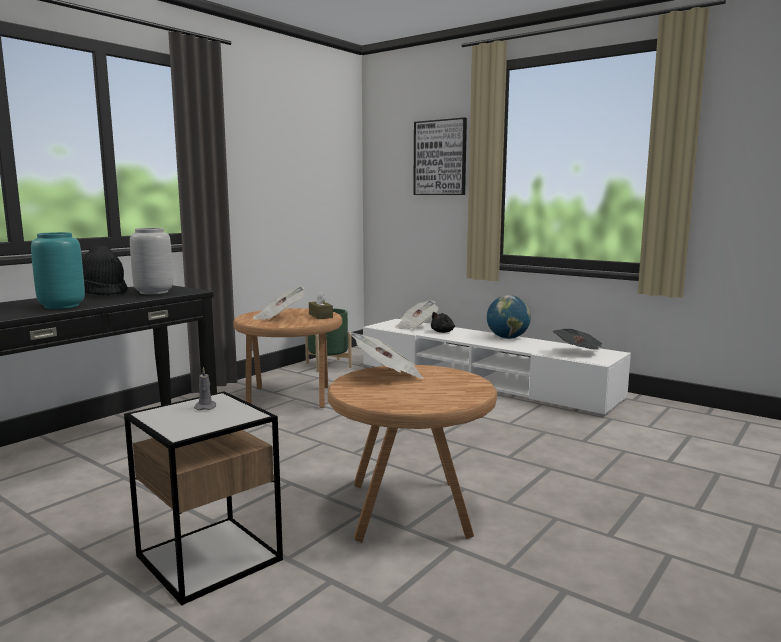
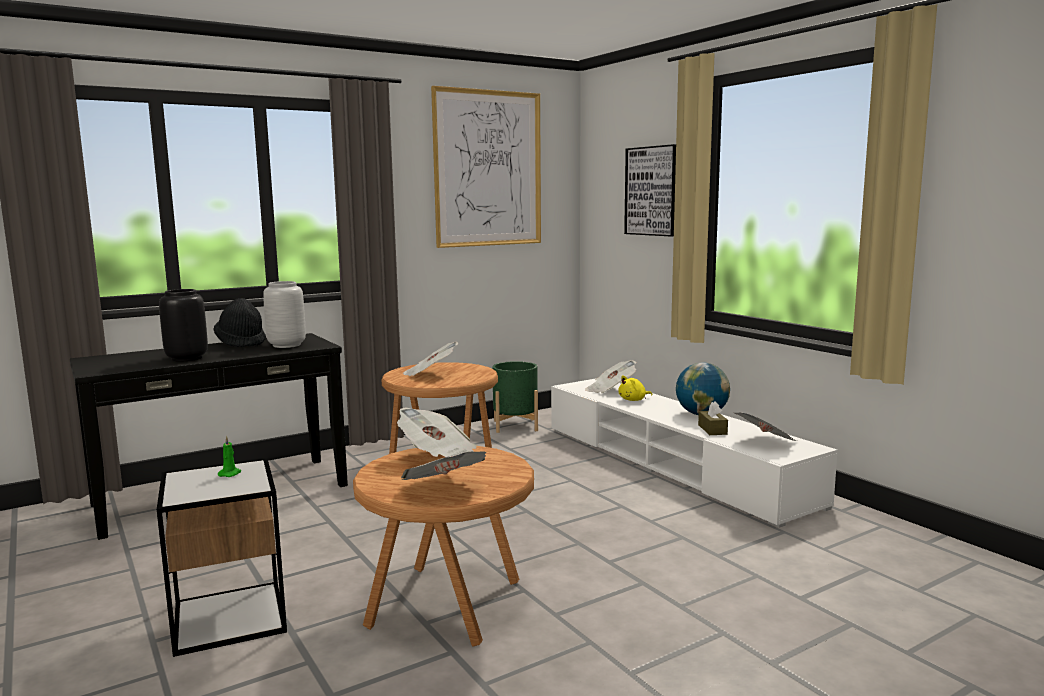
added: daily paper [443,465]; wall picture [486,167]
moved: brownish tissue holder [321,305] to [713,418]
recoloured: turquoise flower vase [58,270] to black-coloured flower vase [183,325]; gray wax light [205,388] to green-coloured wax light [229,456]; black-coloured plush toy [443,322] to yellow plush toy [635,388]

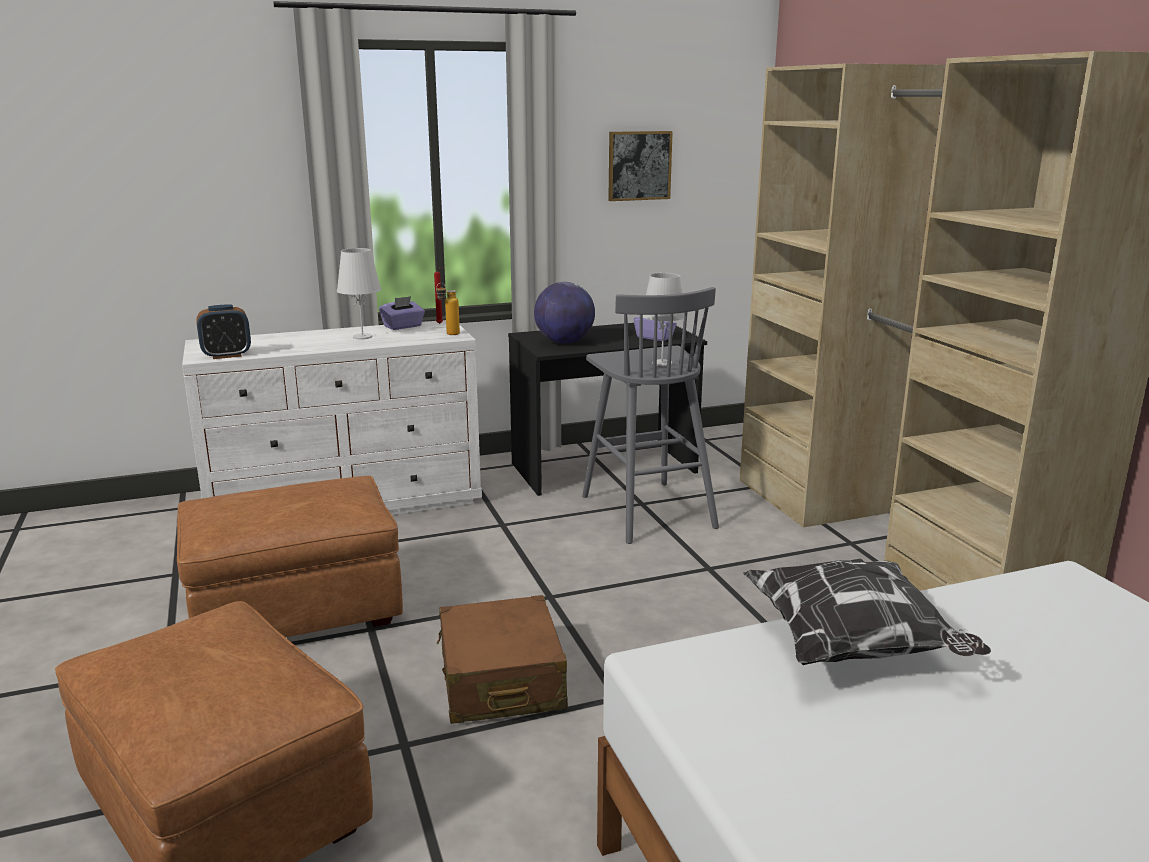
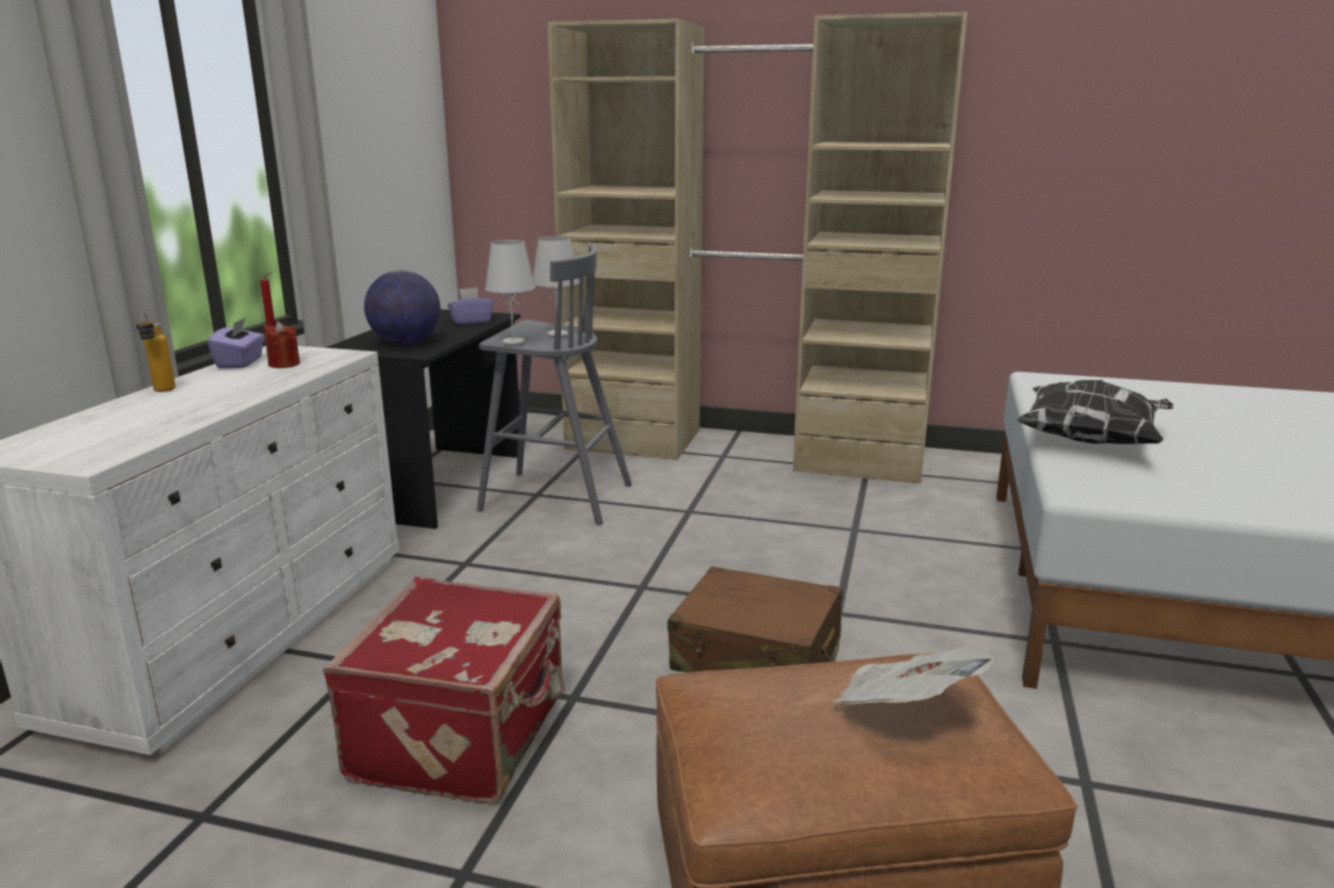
removed: bedside clock [223,331]; wall picture [640,166]
added: reddish wax light [282,344]; daily paper [913,675]
moved: whitish lamp for a table [359,293] to [510,292]; drink bottle [448,309] to [156,352]
replaced: brownish pouffe [290,556] to reddish travel case [444,690]

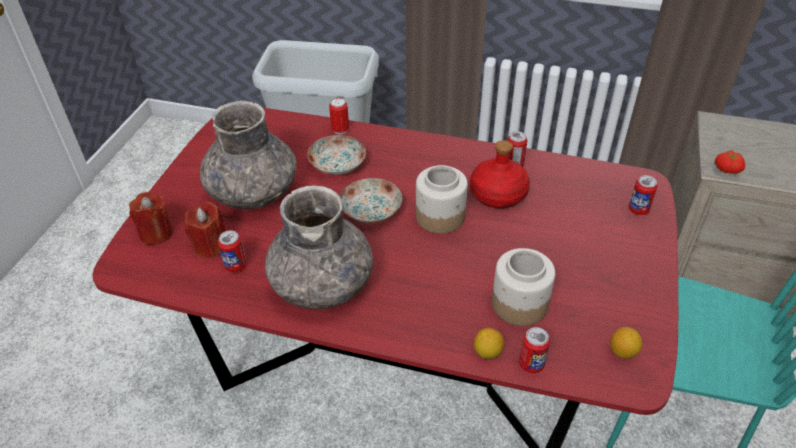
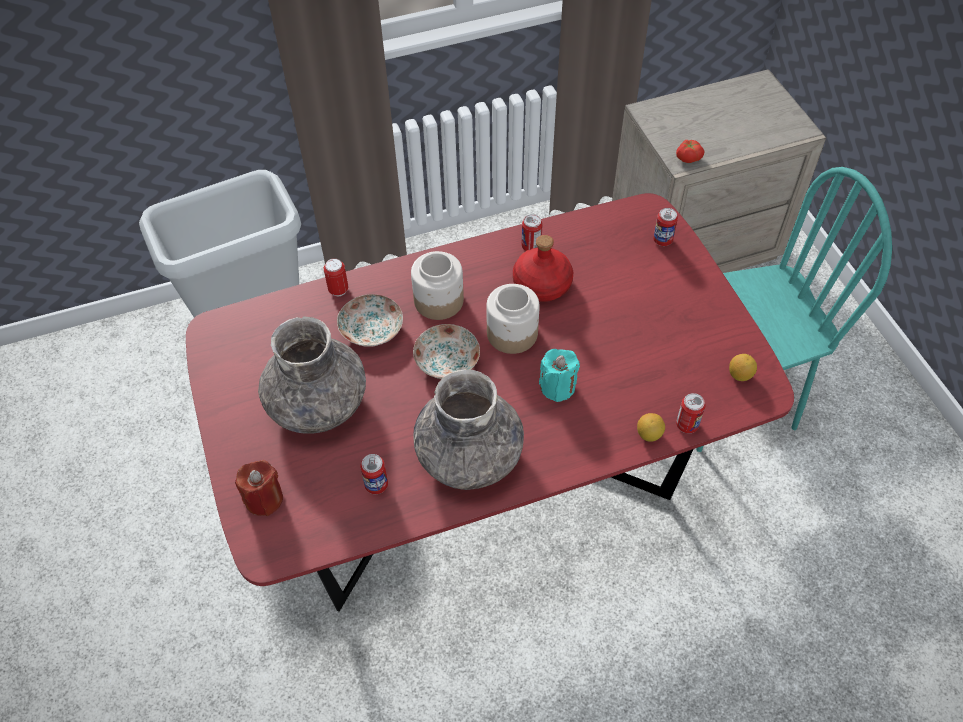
removed: reddish wax light [205,230]
added: turquoise wax light [559,375]
moved: preserve jar [523,287] to [437,285]

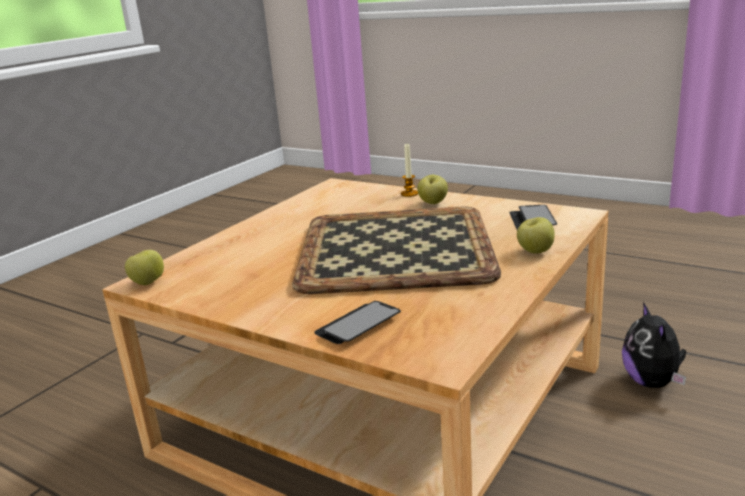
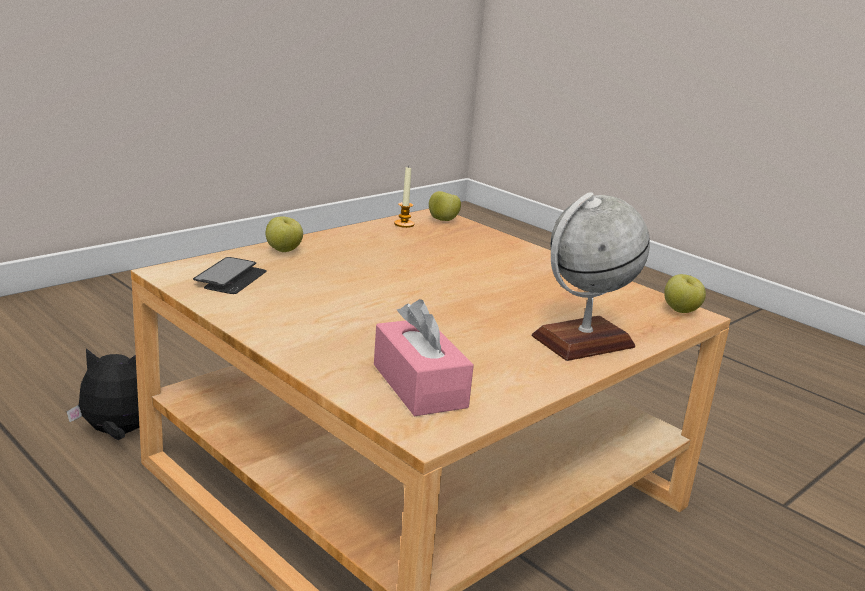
removed: carrying tray [396,250]; phone [357,322]
added: pinkish tissue holder [424,357]; desk globe [591,276]
moved: wax light [409,170] to [404,196]; whole apple [432,189] to [445,206]
turned: plush toy [654,345] = [102,394] 105 degrees counterclockwise

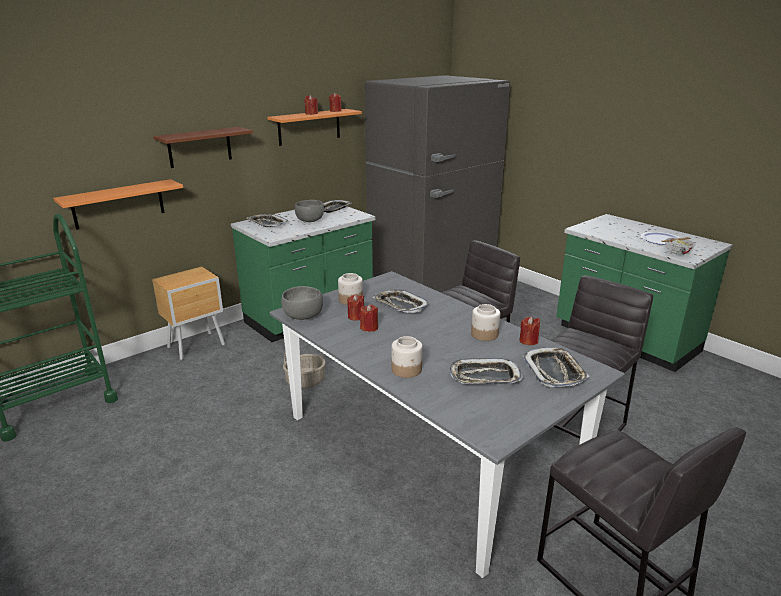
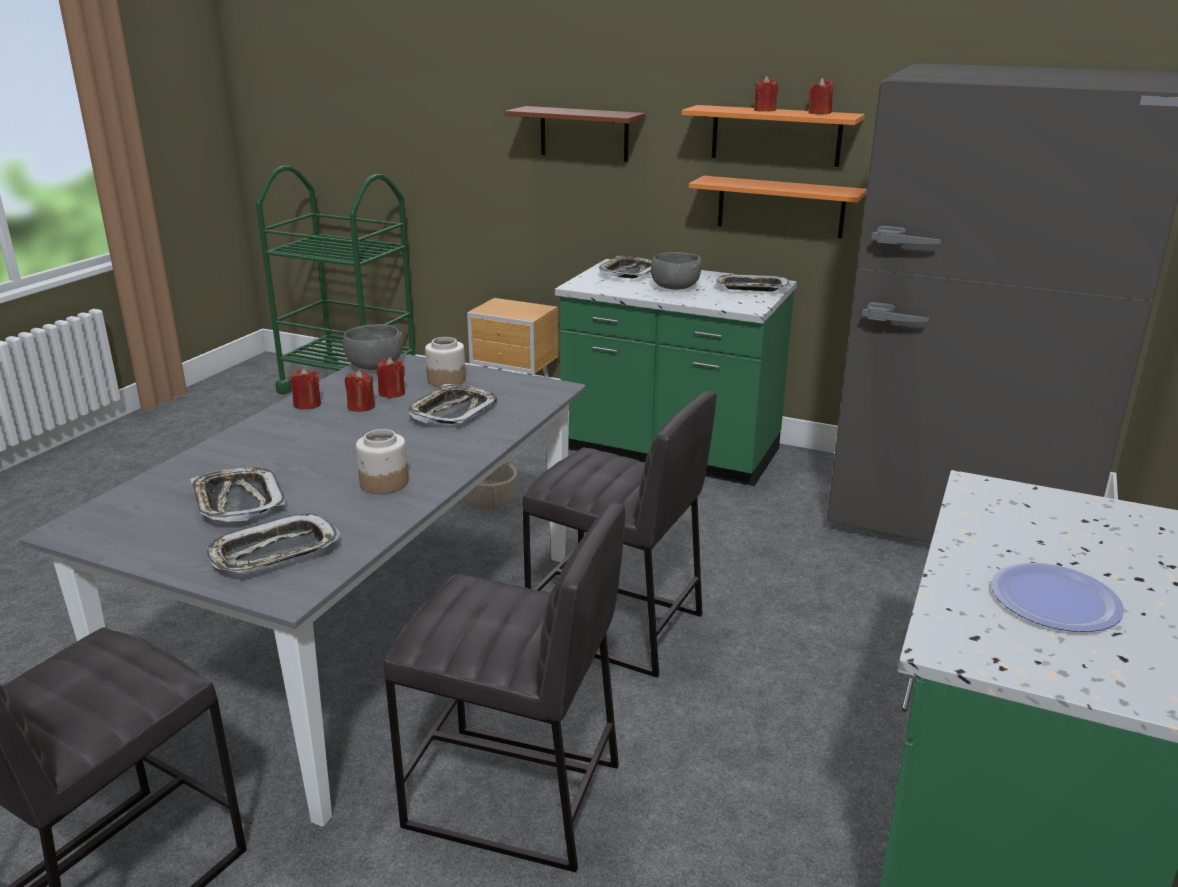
removed: preserve jar [407,357]; deep dish [678,246]
moved: orange shelf [118,204] to [778,207]; reddish wax light [529,331] to [305,389]

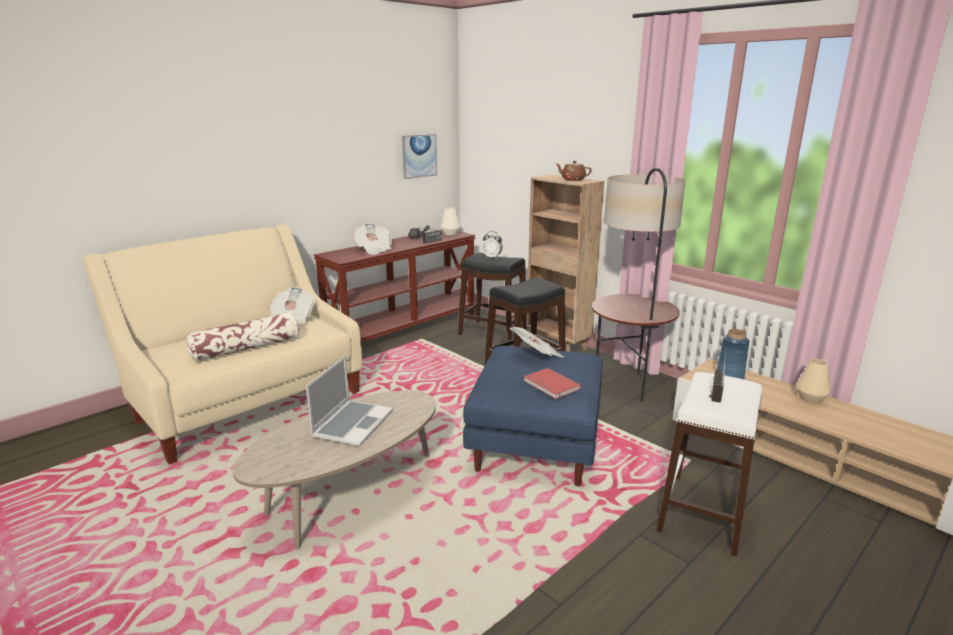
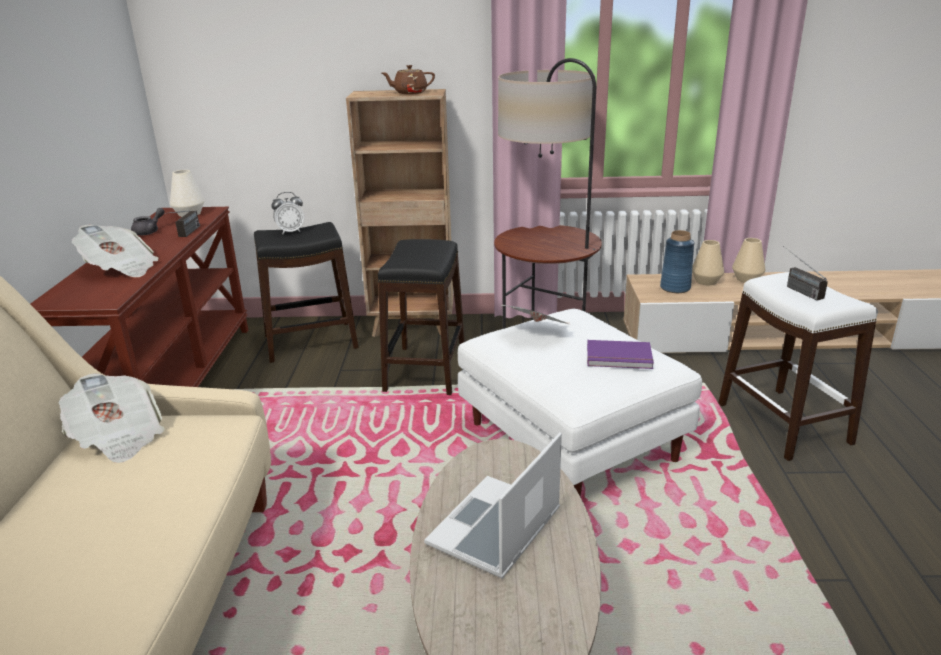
removed: cushion [242,337]; wall picture [419,156]
added: beige-coloured flower vase [708,262]
recoloured: bluish pouffe [533,416] to whitish pouffe [580,403]; reddish volume [552,383] to purple-coloured volume [620,354]
turned: notebook computer [349,401] = [493,505] 120 degrees counterclockwise

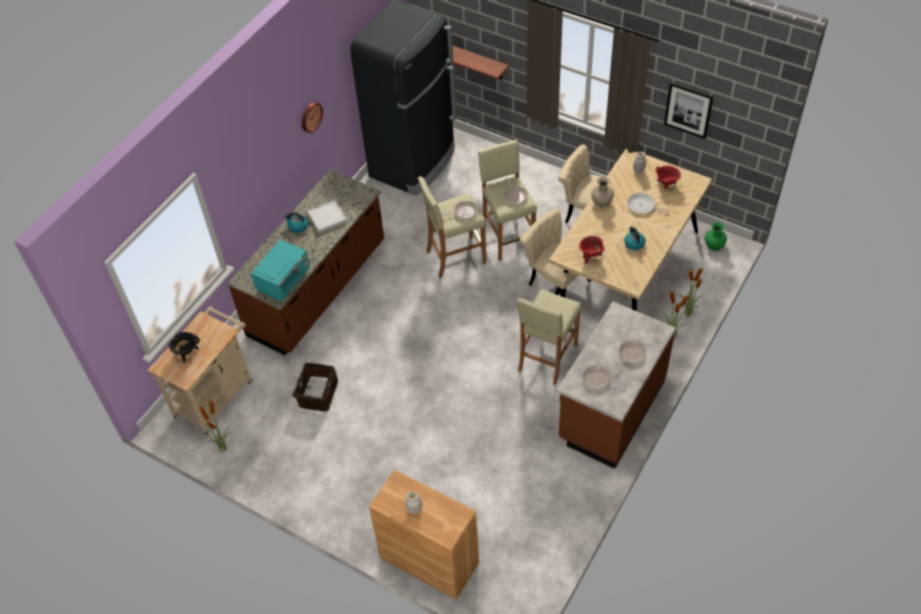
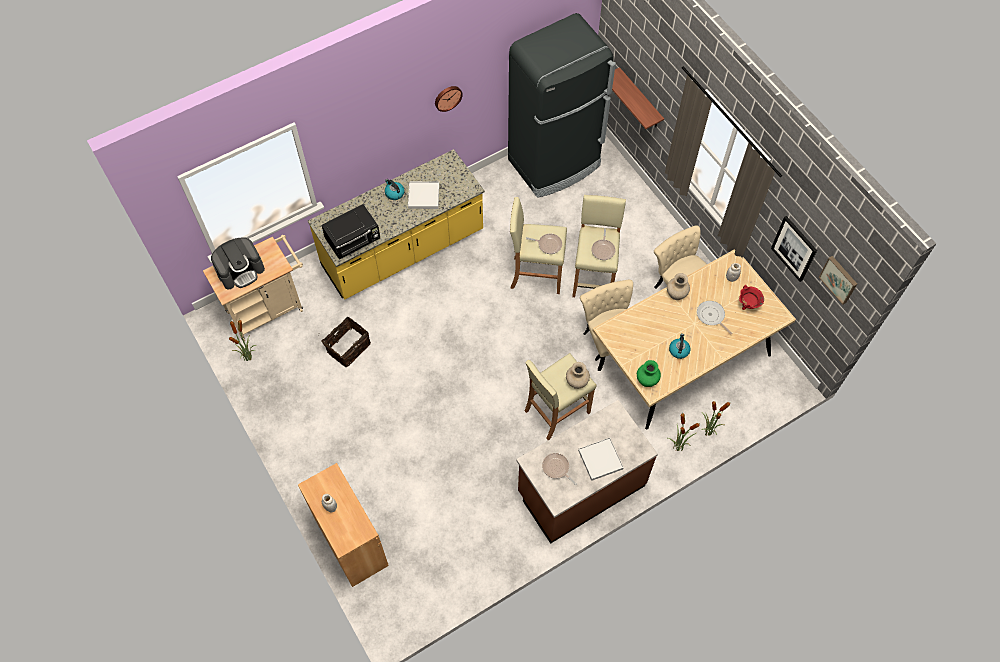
removed: reddish cooking pot [592,250]
added: beige-coloured flower vase [578,375]; wall picture [838,280]
moved: green-coloured flower vase [716,236] to [649,373]
replaced: black-coloured cooking pot [184,347] to coffee maker [238,263]; pan [630,355] to whitish carrying tray [601,459]
recoloured: brownish counter [305,262] to yellow counter [396,224]; turquoise microwave oven [280,270] to black-coloured microwave oven [350,232]

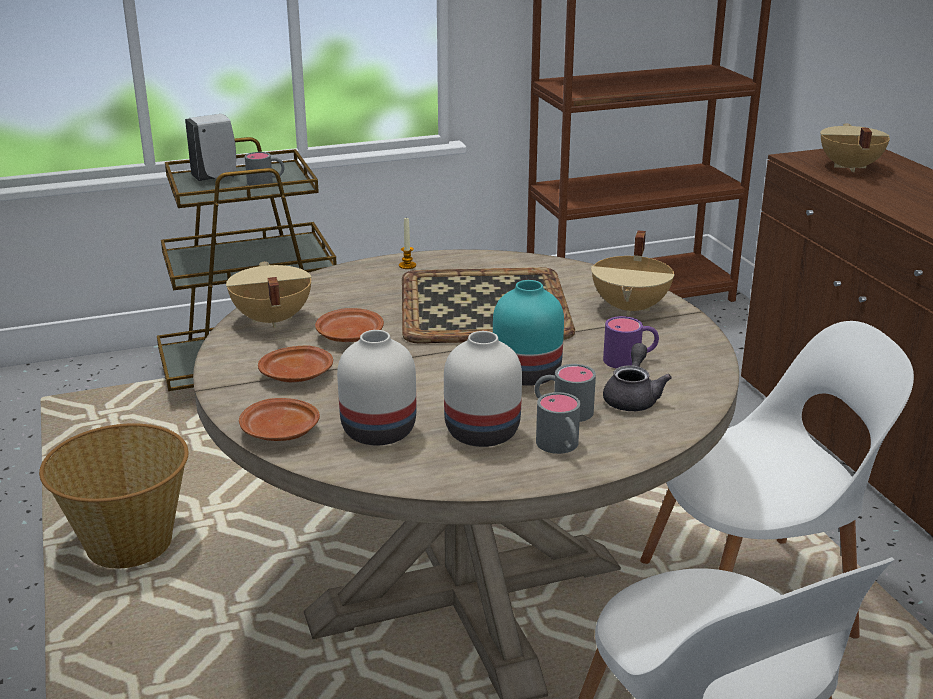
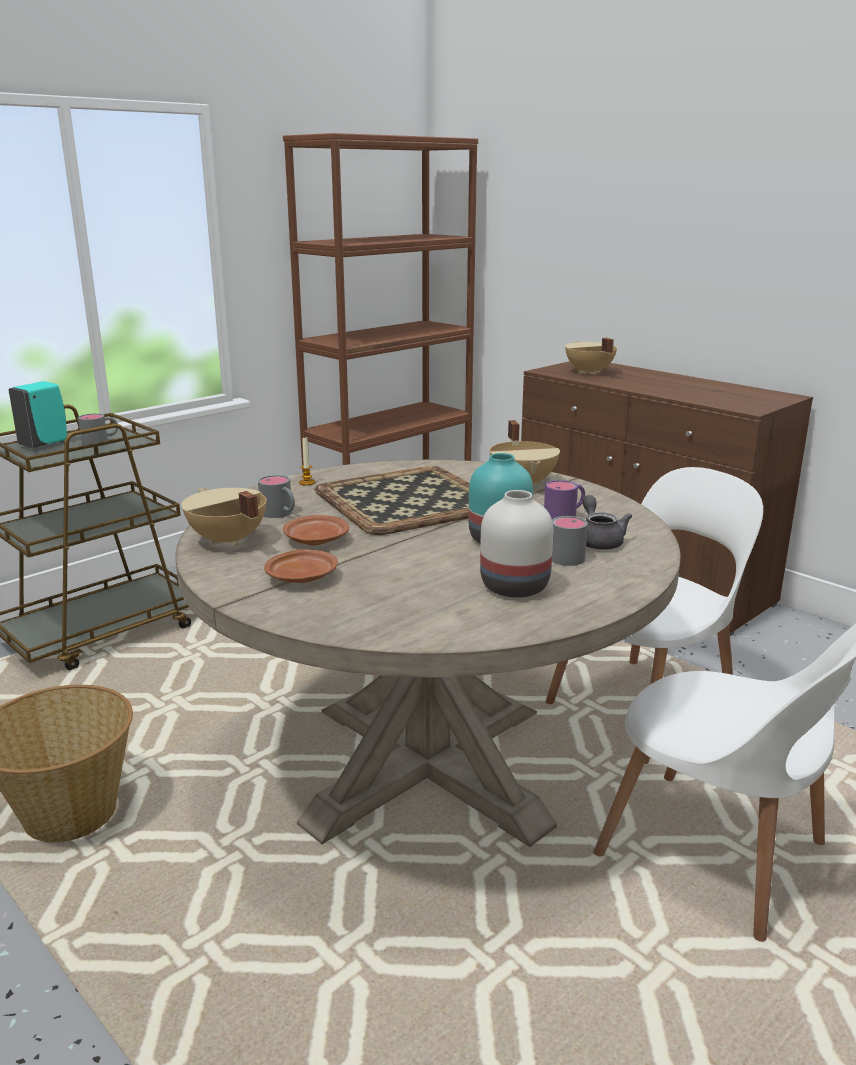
removed: brownish dinner plate [279,419]; whitish flower vase [376,387]
moved: gray mug [558,423] to [276,496]
recoloured: whitish soap bottle [210,147] to turquoise soap bottle [38,414]

